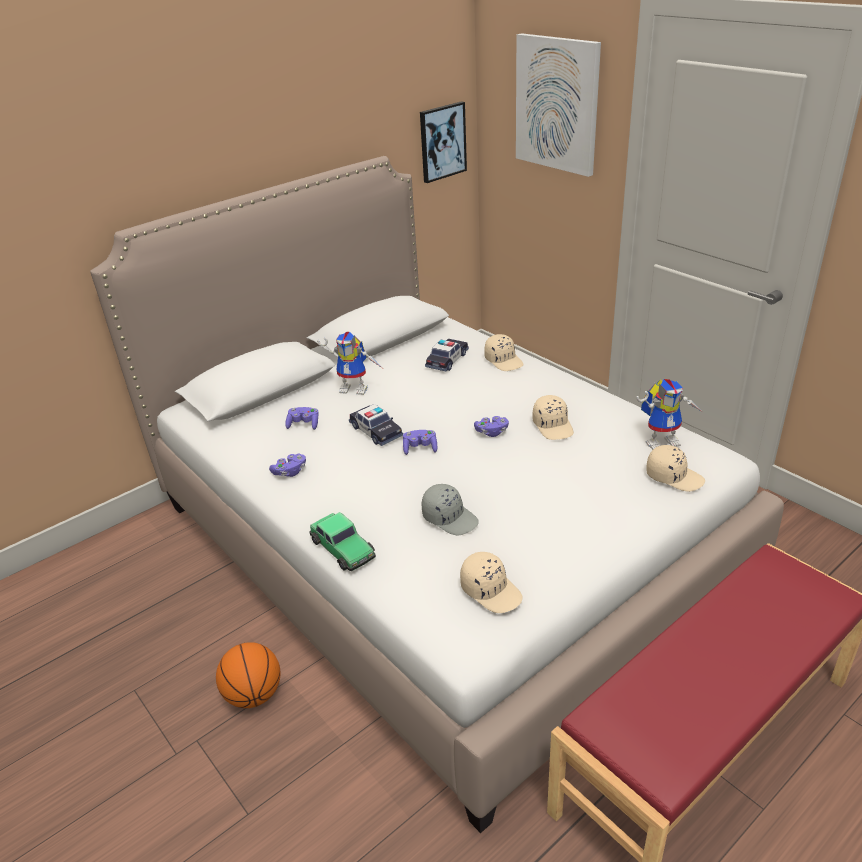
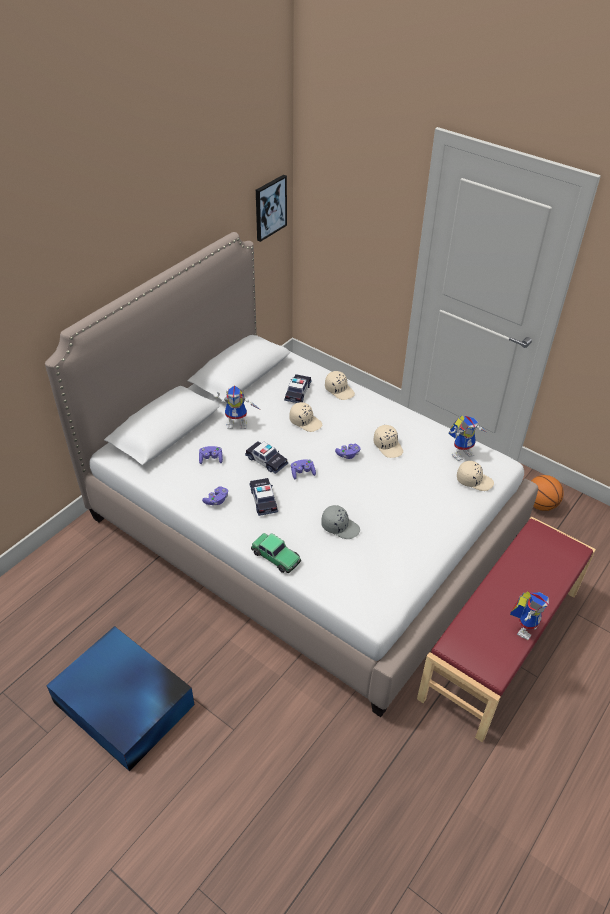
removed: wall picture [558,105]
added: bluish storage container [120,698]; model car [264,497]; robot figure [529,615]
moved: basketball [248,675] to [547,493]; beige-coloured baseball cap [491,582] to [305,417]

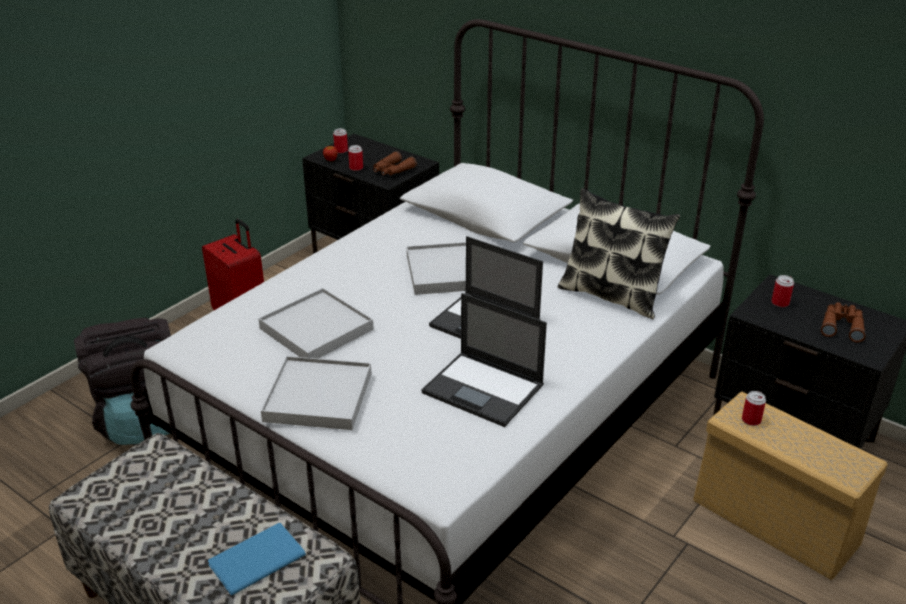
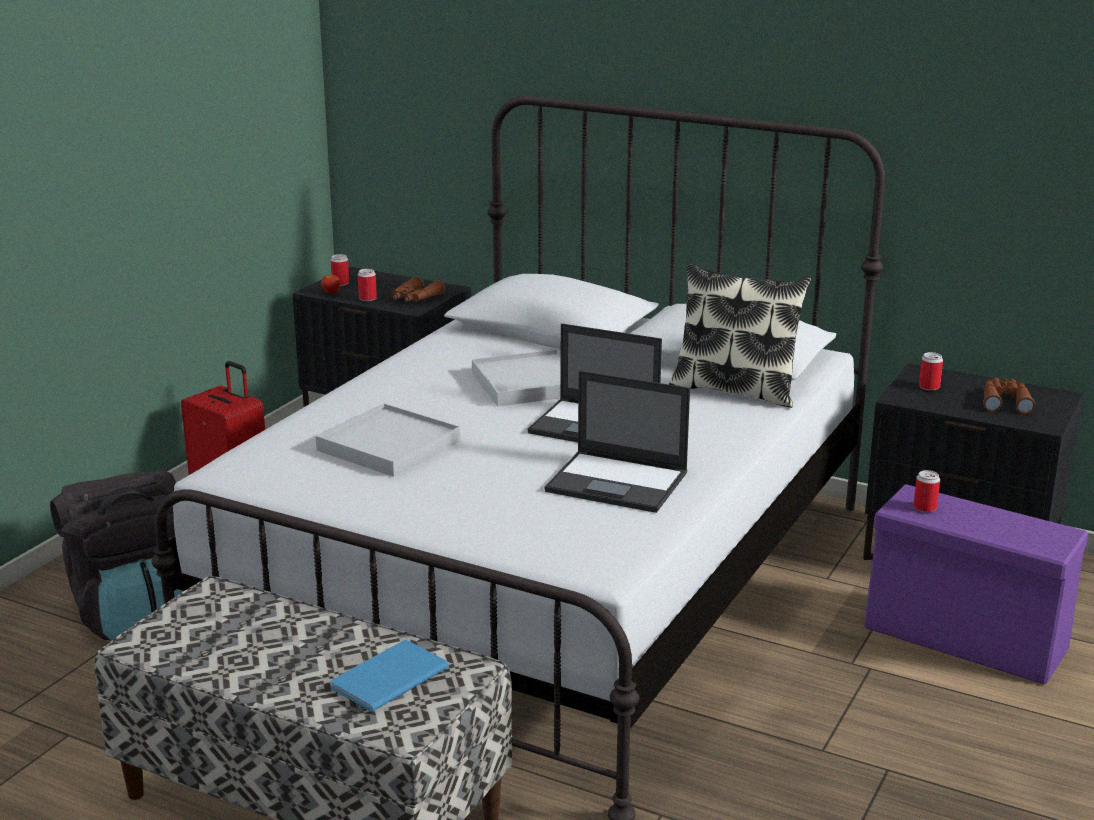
removed: whitish carrying tray [316,393]
recoloured: beige-coloured storage container [790,486] to purple-coloured storage container [976,584]

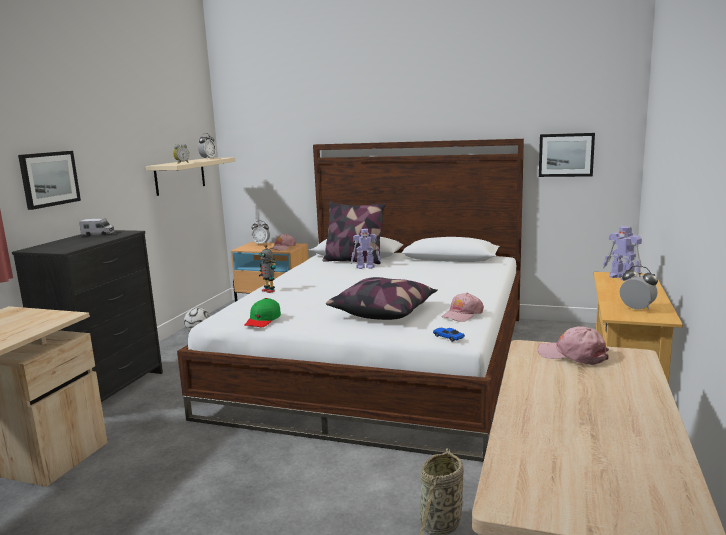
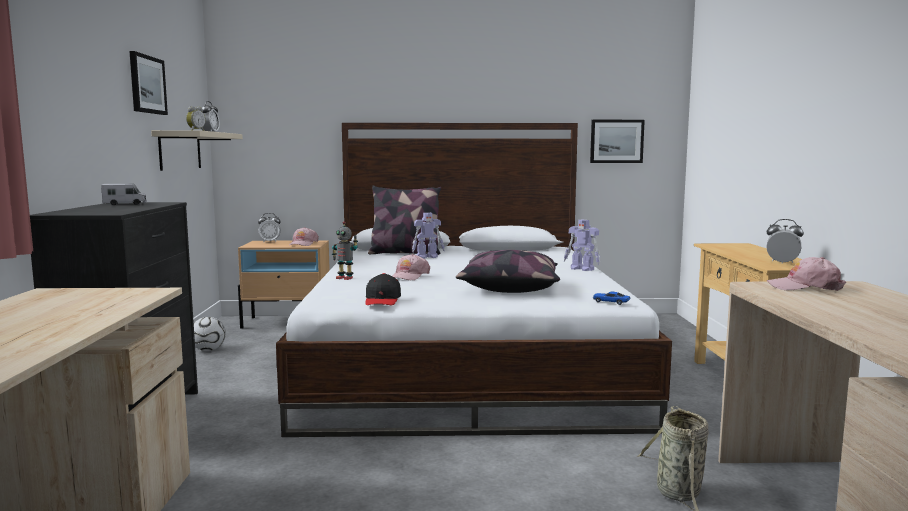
moved: wall picture [49,180] to [148,83]; pinkish baseball cap [463,307] to [411,267]; robot figure [622,253] to [582,245]
recoloured: green-coloured baseball cap [262,312] to black-coloured baseball cap [383,289]

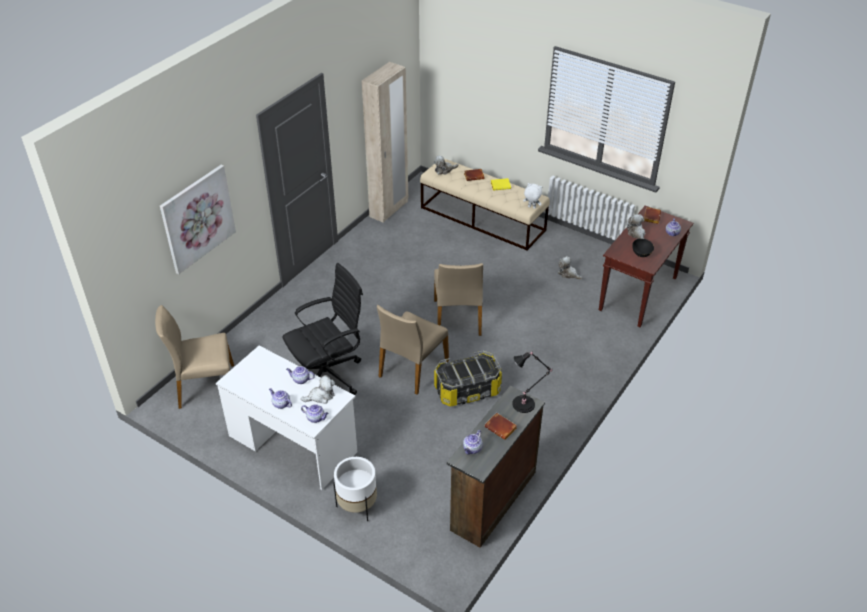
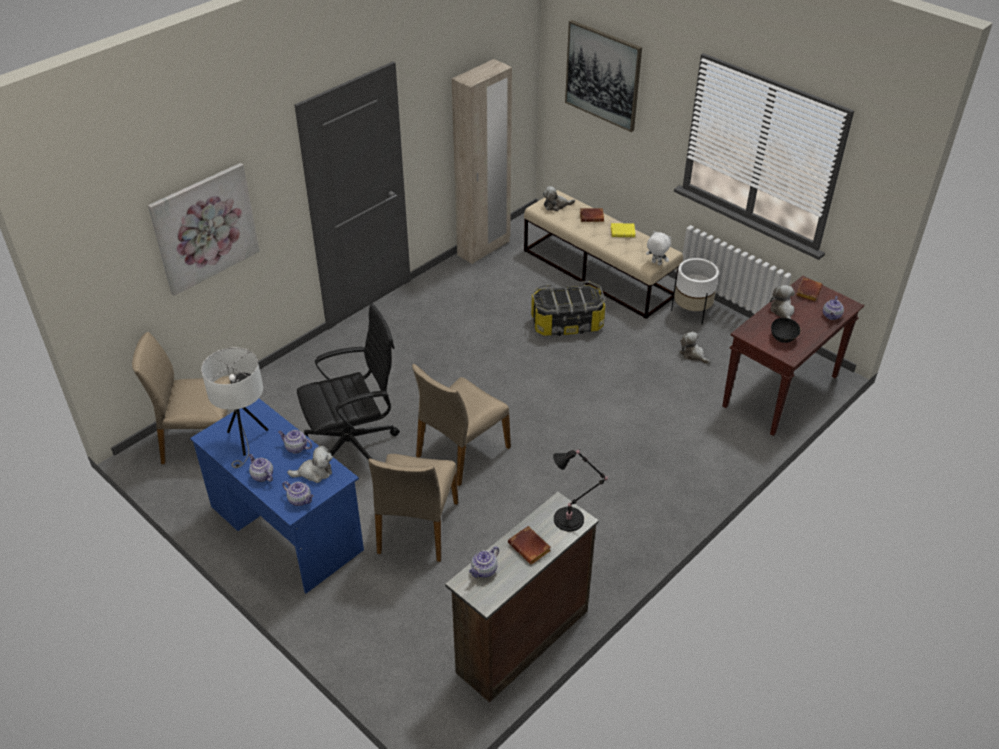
added: whitish lamp for a table [234,407]; wall picture [603,76]
moved: whitish flower pot [355,489] to [695,291]; beige-coloured plain chair [458,299] to [413,508]; storage container [468,378] to [568,308]
recoloured: whitish desk unit [286,418] to bluish desk unit [277,495]

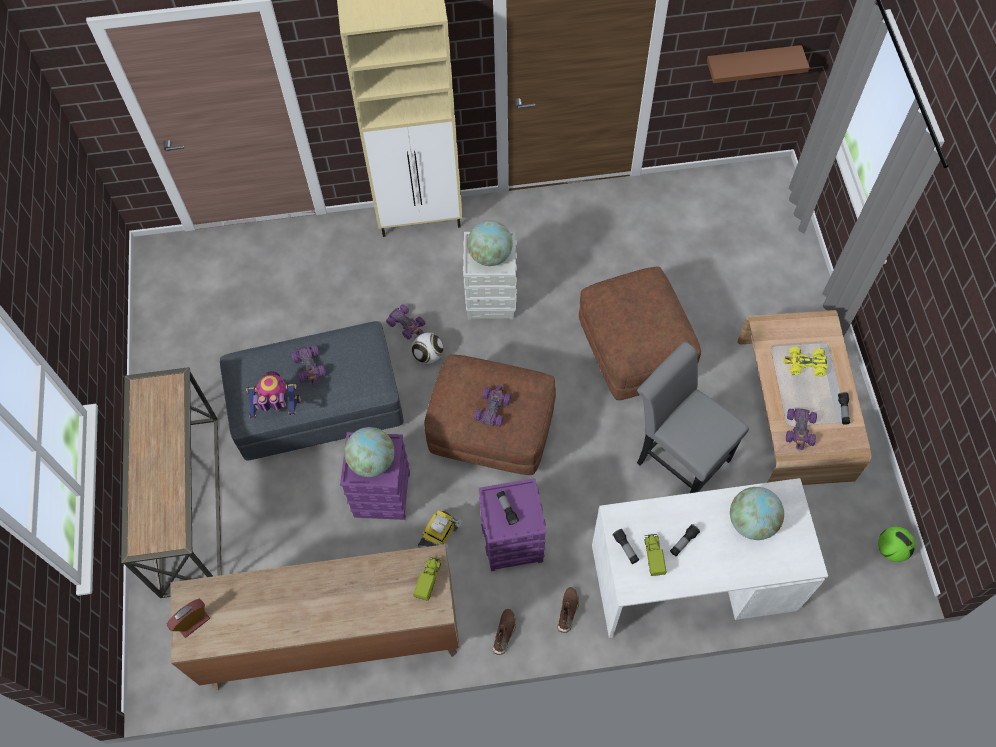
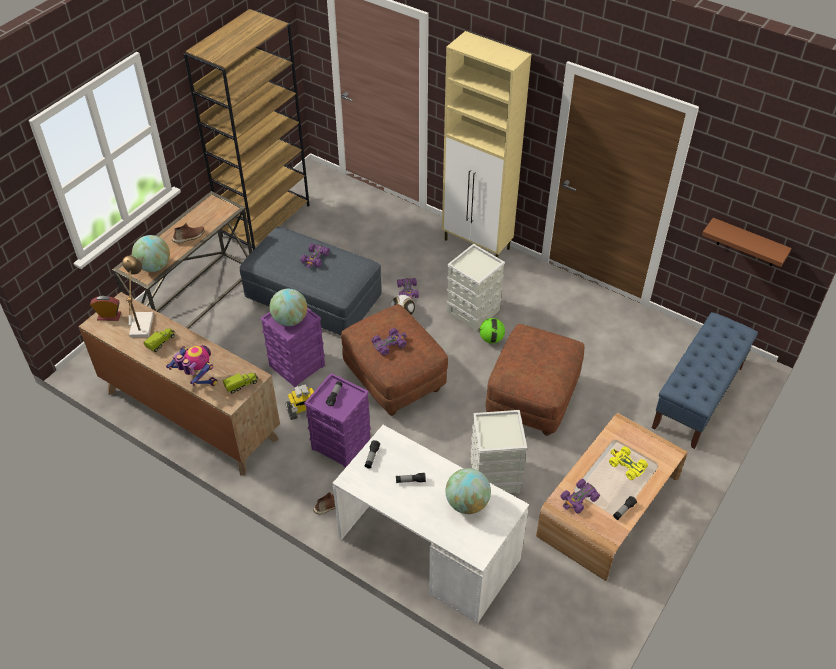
added: lamp for a table [138,296]; brownish shelving unit [247,129]; bluish bench [705,380]
moved: robot figure [273,394] to [191,365]; desk globe [490,243] to [151,253]; brownish shoe [504,632] to [188,233]; toy truck [656,555] to [159,340]; football [896,544] to [492,331]
replaced: gray plain chair [693,417] to gray storage container [499,451]

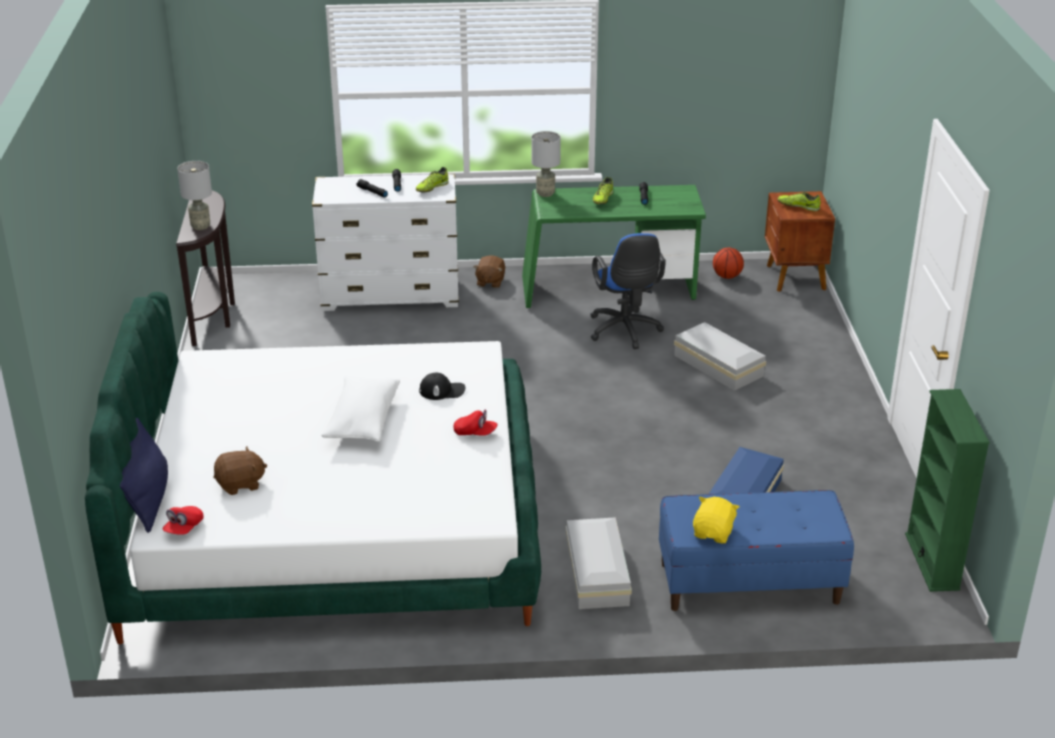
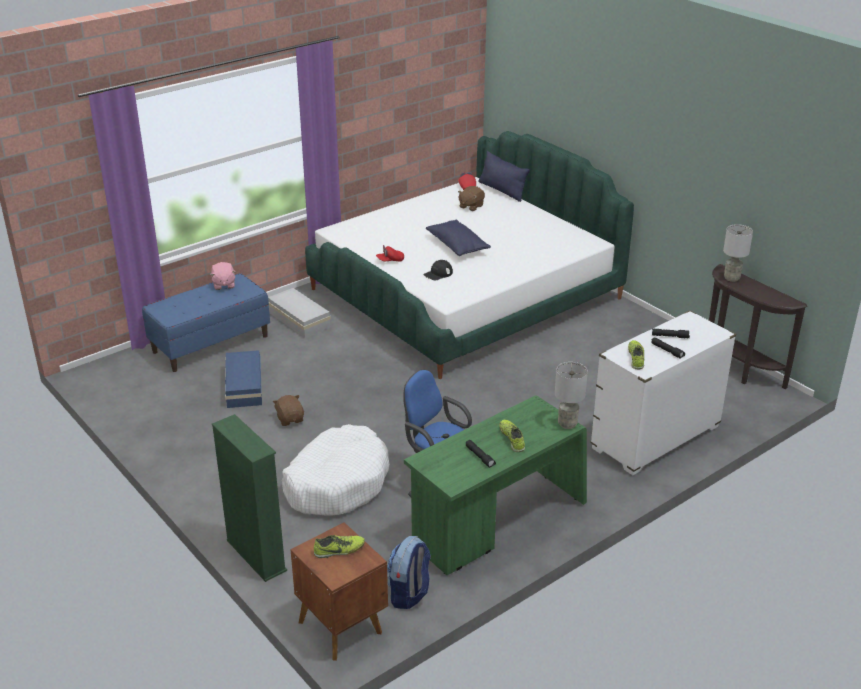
moved: brownish plush toy [489,271] to [288,410]; green-coloured shelving unit [947,490] to [249,498]
replaced: whitish storage container [720,356] to whitish dog cushion [335,470]; basketball [728,263] to knapsack [409,572]
recoloured: whitish cushion [361,409] to bluish cushion [458,238]; yellow plush toy [716,520] to pinkish plush toy [223,276]

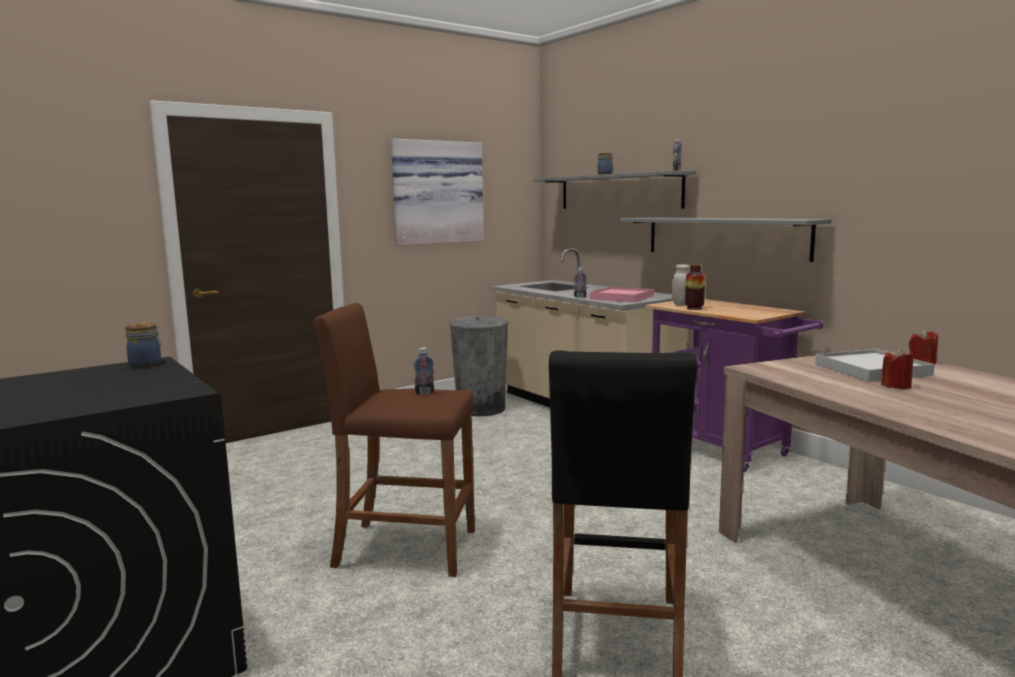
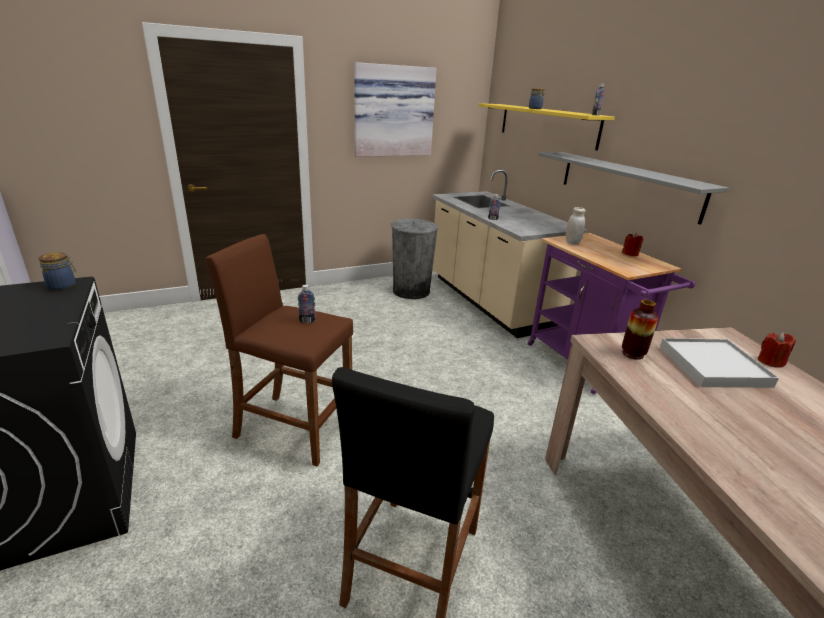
removed: pinkish carrying tray [622,294]
moved: flower vase [695,287] to [640,330]; reddish wax light [897,369] to [632,244]
recoloured: gray shelf [614,189] to yellow shelf [546,127]

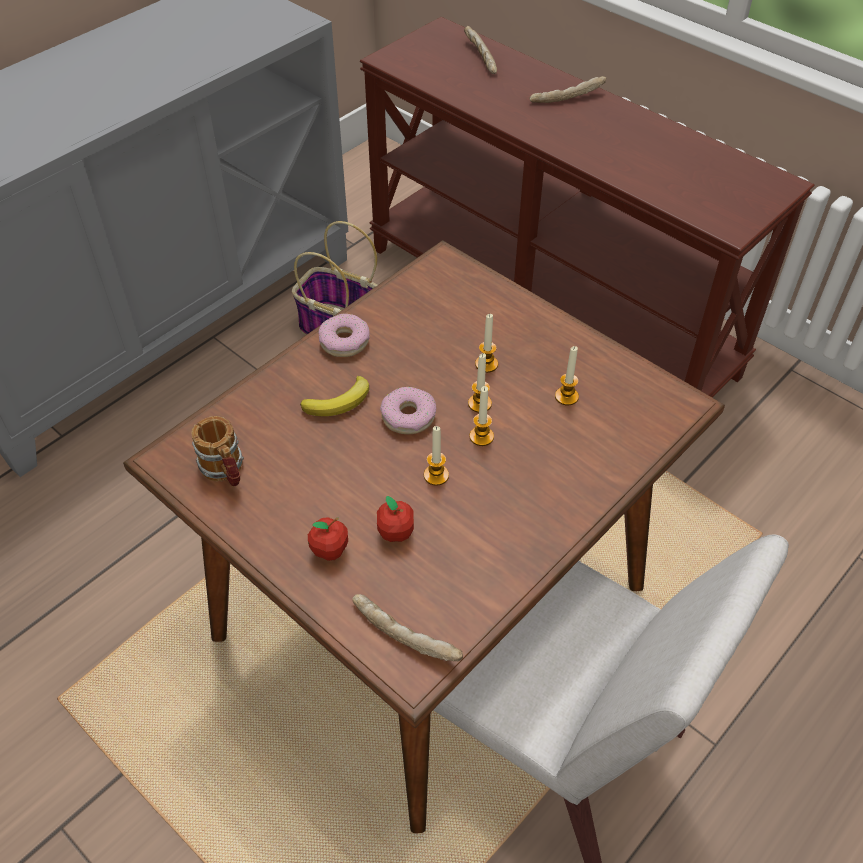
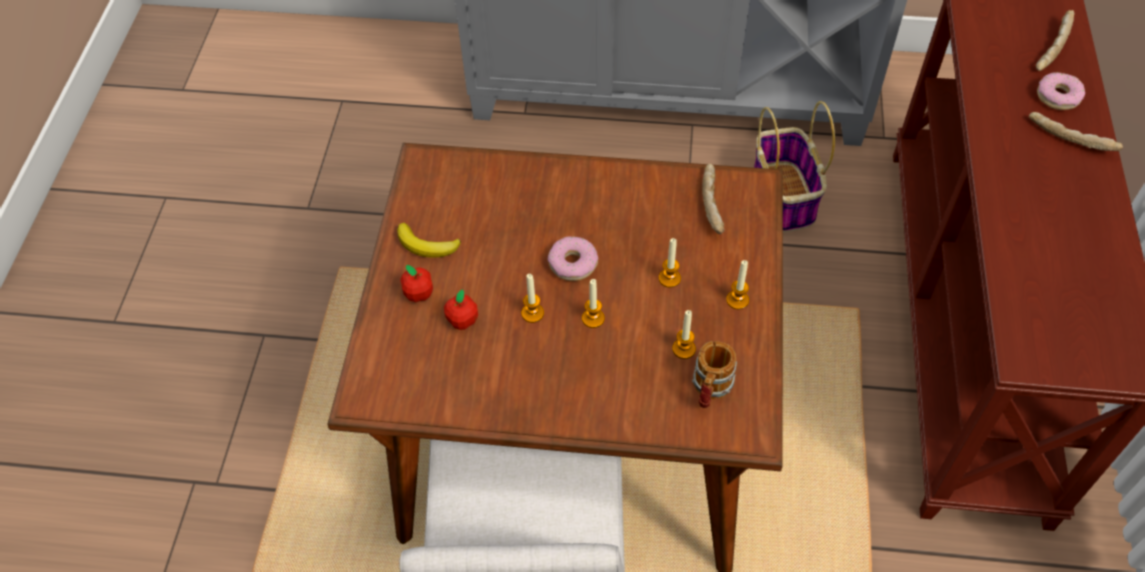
moved: mug [217,451] to [714,374]; banana [334,396] to [429,239]; ring doughnut [344,335] to [1061,91]; baked bread [407,628] to [713,199]; wax light [480,383] to [738,284]

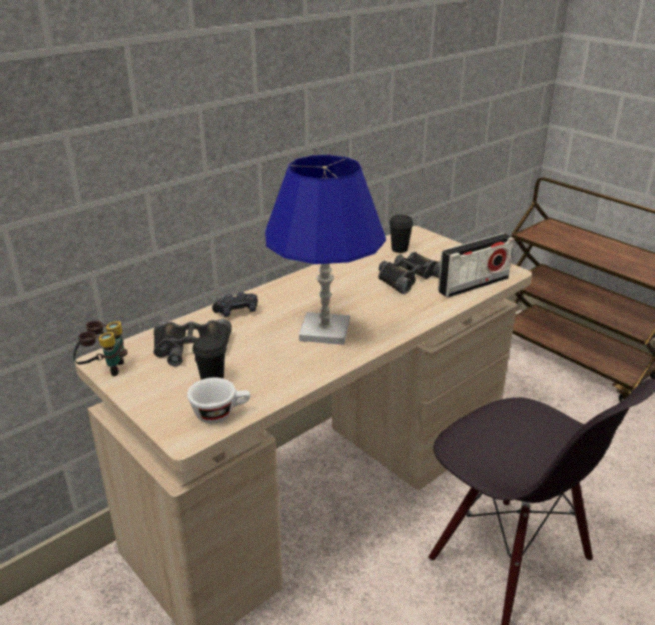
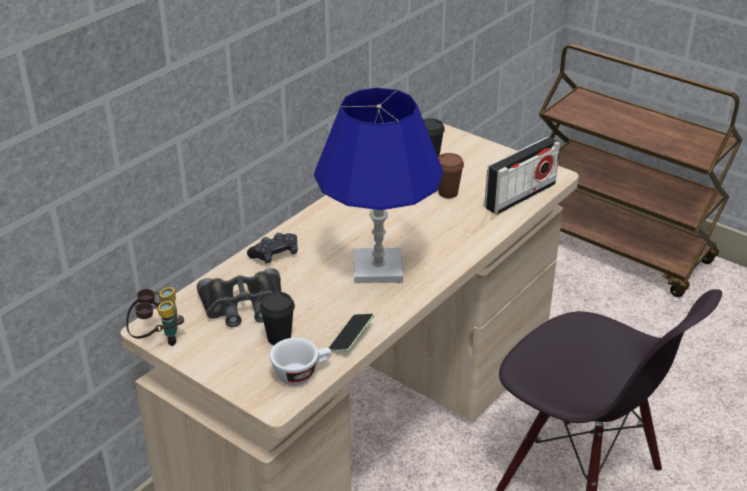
added: phone [351,333]
replaced: black-coloured binoculars [409,273] to brownish small cup [451,175]

